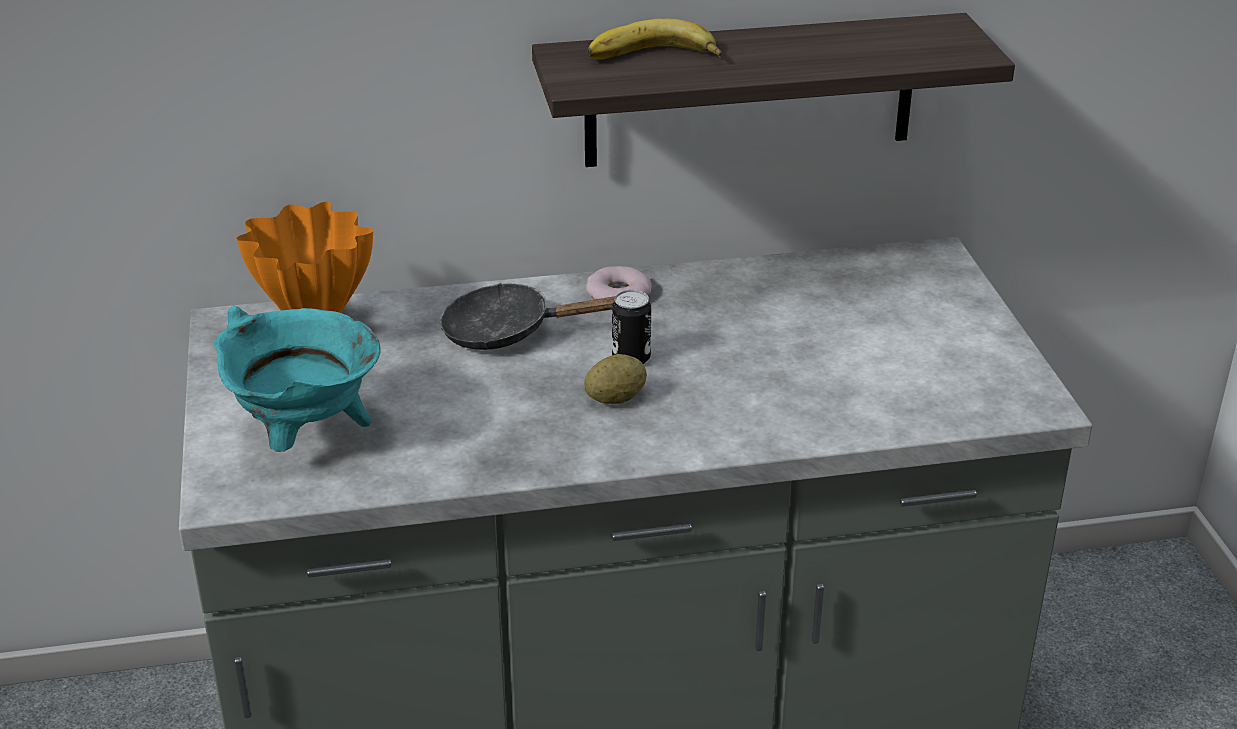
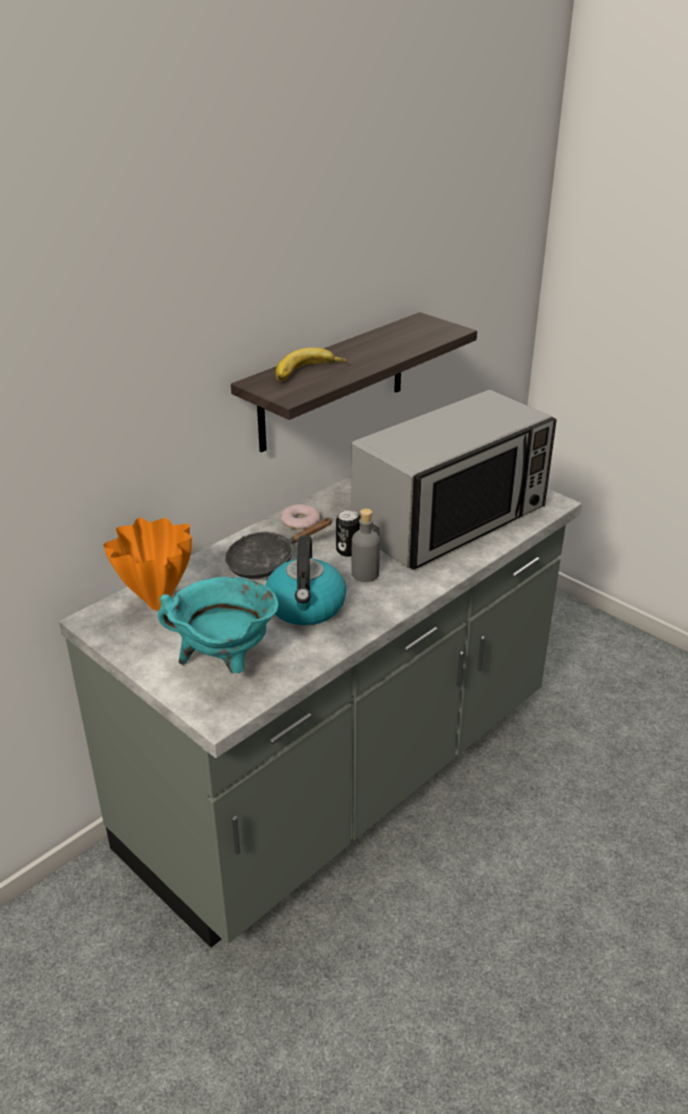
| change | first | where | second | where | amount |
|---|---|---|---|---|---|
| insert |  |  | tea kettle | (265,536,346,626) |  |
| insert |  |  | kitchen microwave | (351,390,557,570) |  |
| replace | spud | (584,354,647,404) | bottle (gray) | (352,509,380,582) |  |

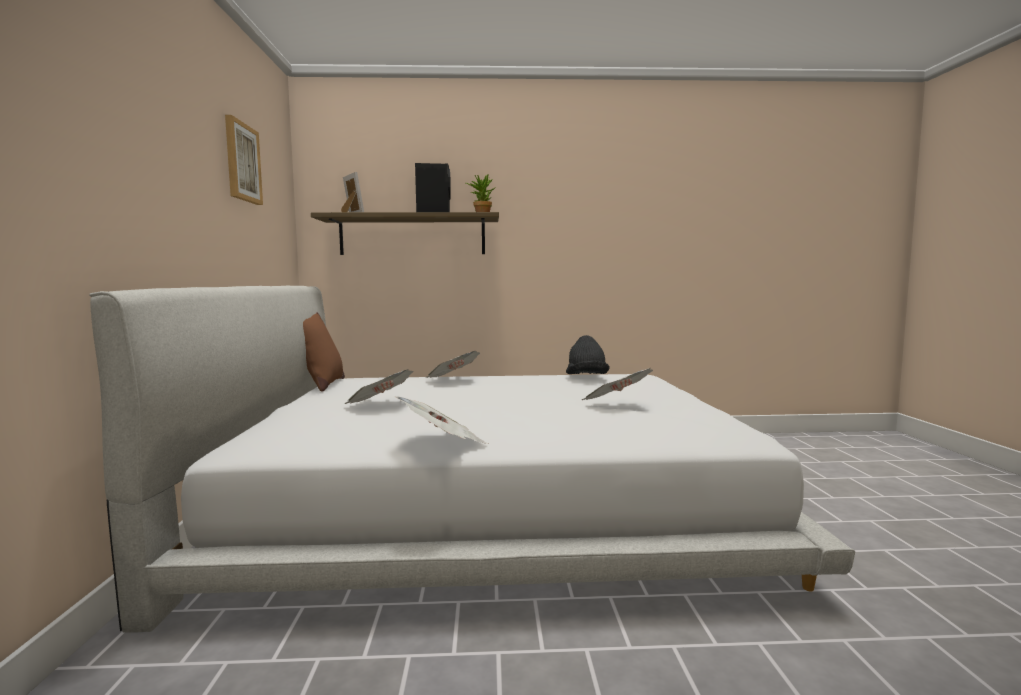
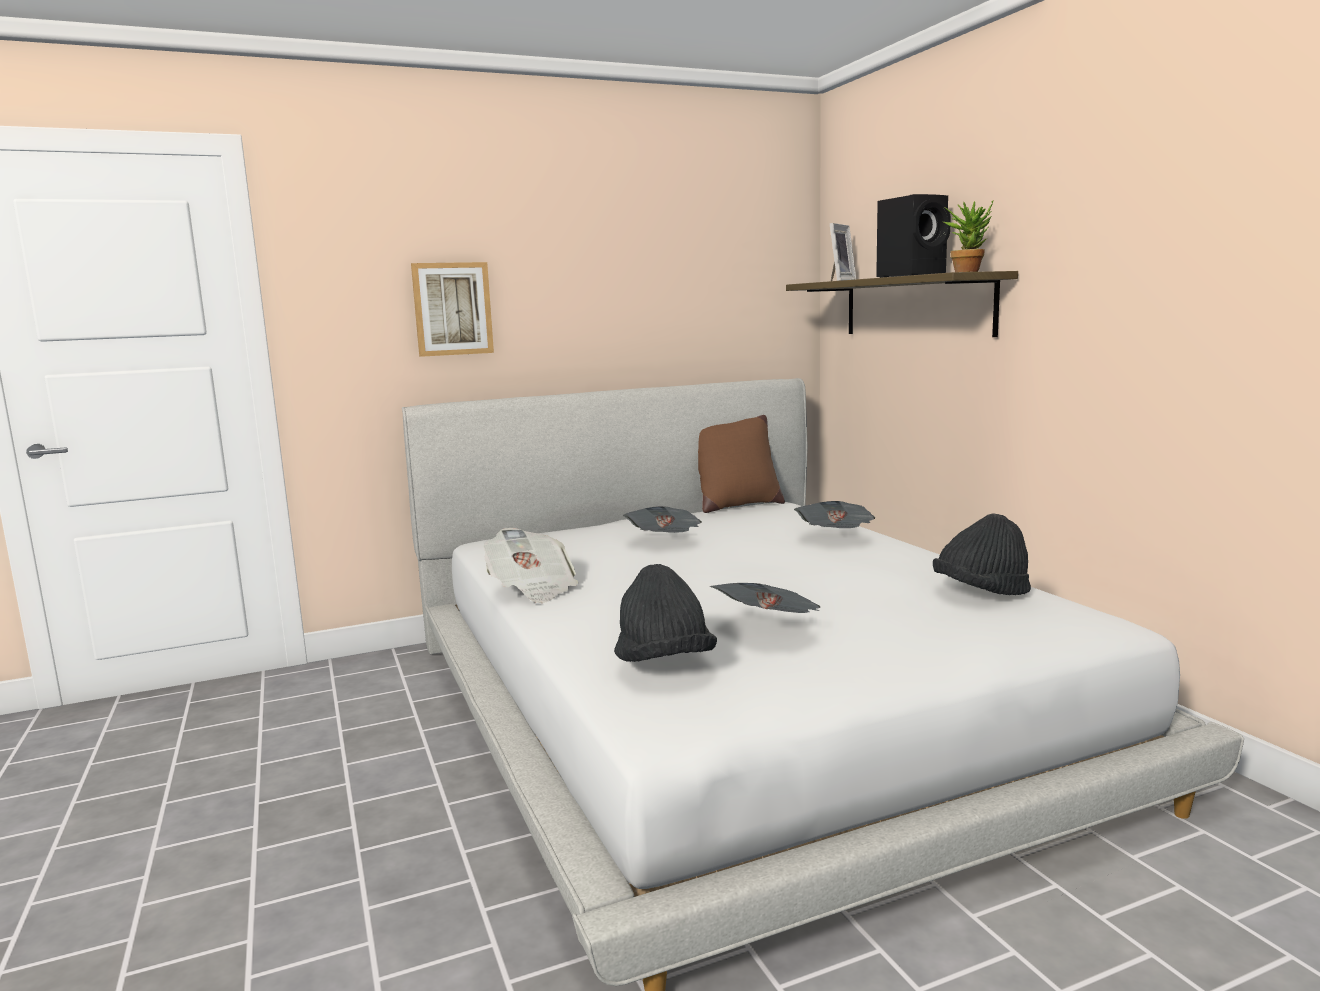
| change | first | where | second | where | amount |
|---|---|---|---|---|---|
| move | wall picture | (225,115,263,205) |  | (411,262,494,357) |  |
| insert |  |  | wearable hat (black) | (614,564,717,662) |  |

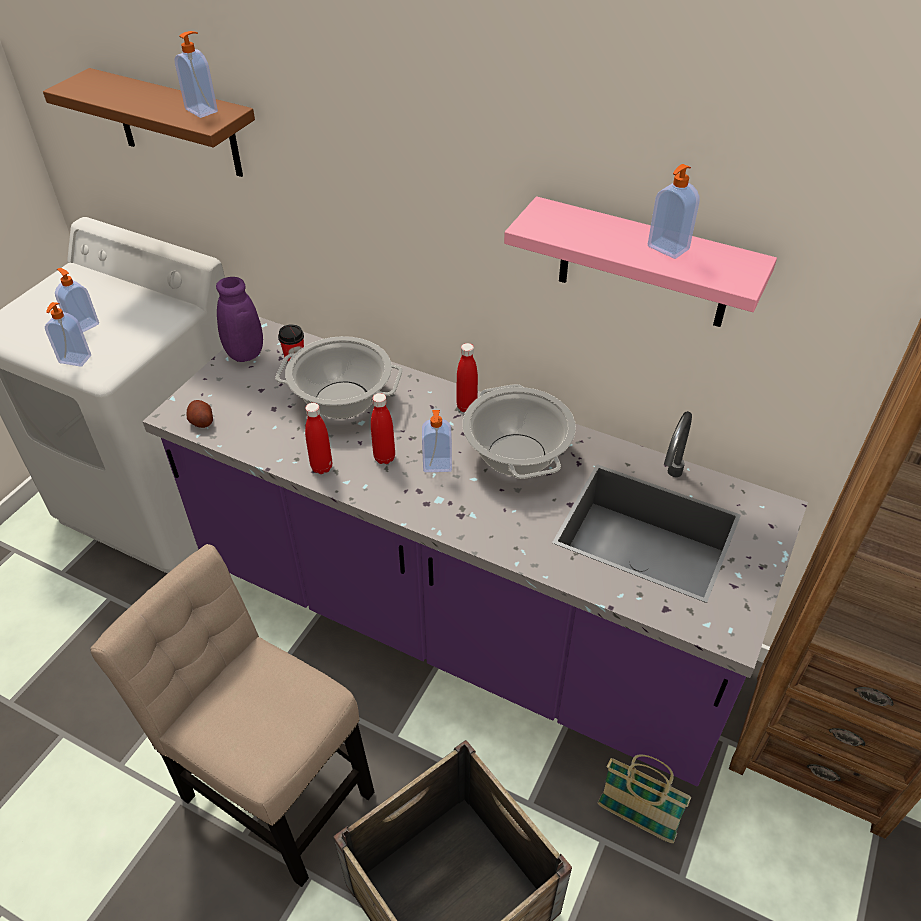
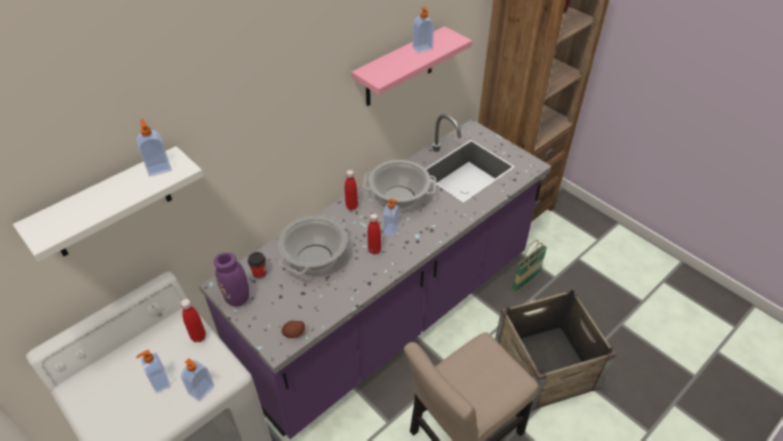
| change | first | where | second | where | amount |
|---|---|---|---|---|---|
| recolor | shelf (brownish) | (43,68,255,177) | shelf (whitish) | (13,146,204,262) |  |
| move | bottle (red-coloured) | (305,403,332,474) |  | (180,299,206,342) |  |

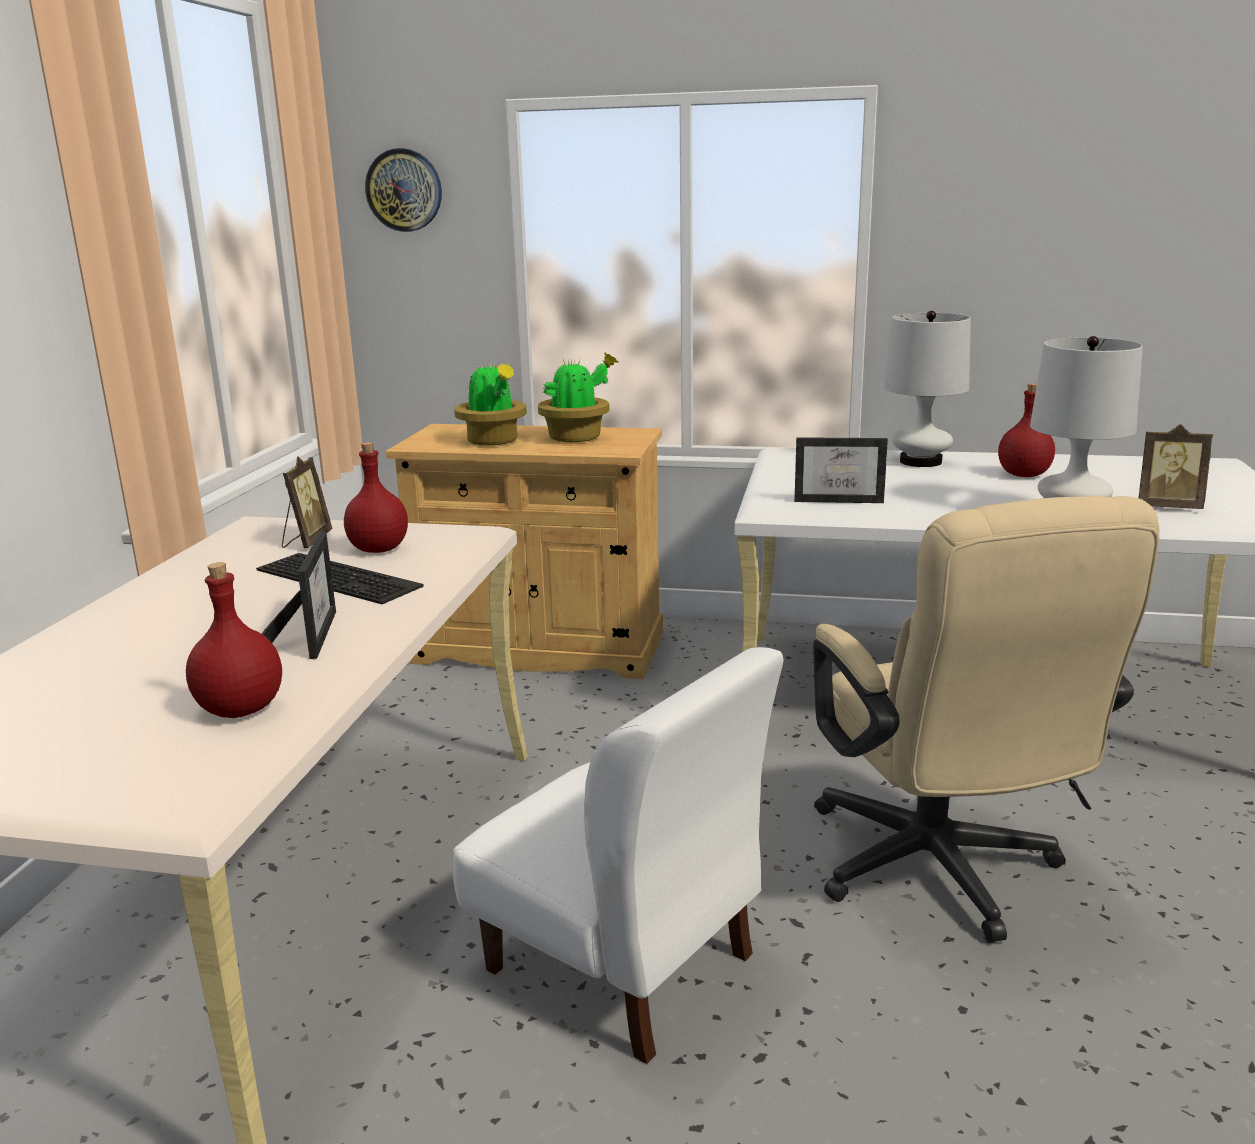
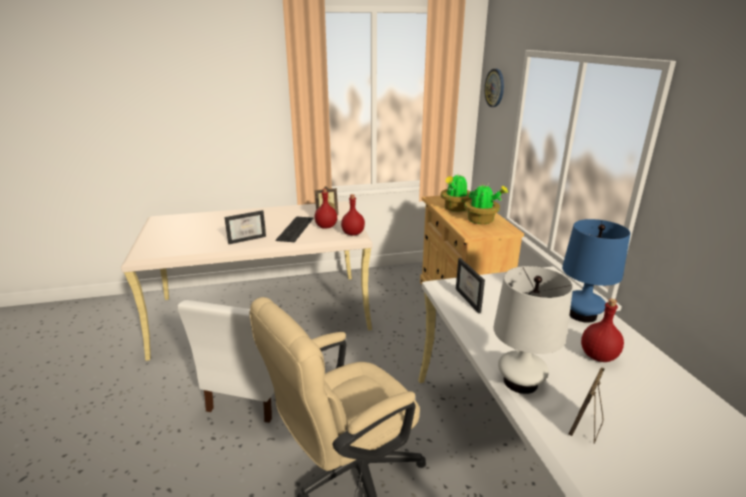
| change | first | where | second | where | amount |
|---|---|---|---|---|---|
| move | bottle (red-coloured) | (186,562,282,718) |  | (341,194,365,236) |  |
| recolor | table lamp (whitish) | (884,311,971,467) | table lamp (bluish) | (562,219,631,323) |  |
| rotate | picture frame | (1139,424,1213,509) |  | (568,367,604,444) | 45 degrees clockwise |

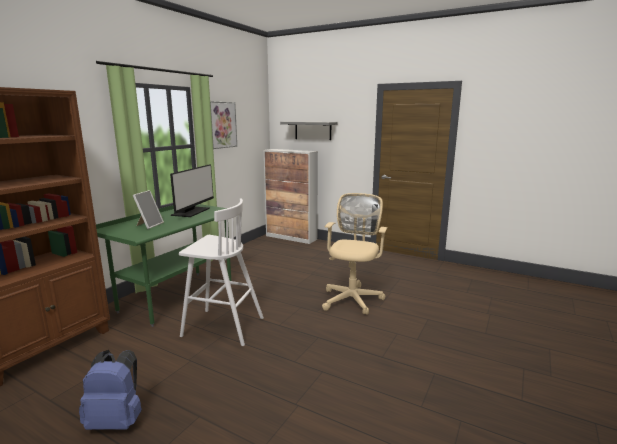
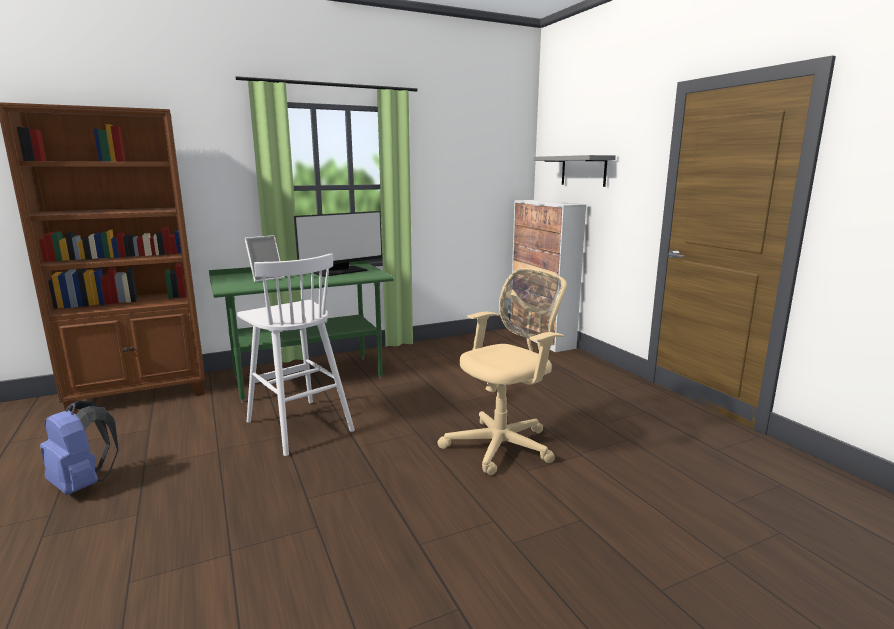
| change | first | where | second | where | amount |
|---|---|---|---|---|---|
| delete | wall picture | (210,101,237,149) |  |  |  |

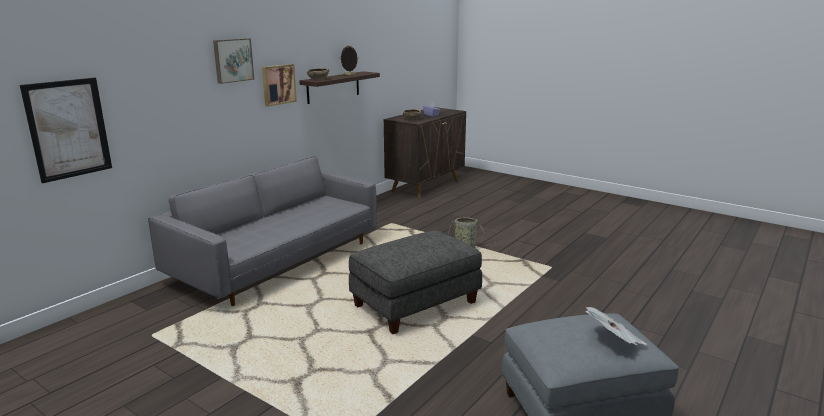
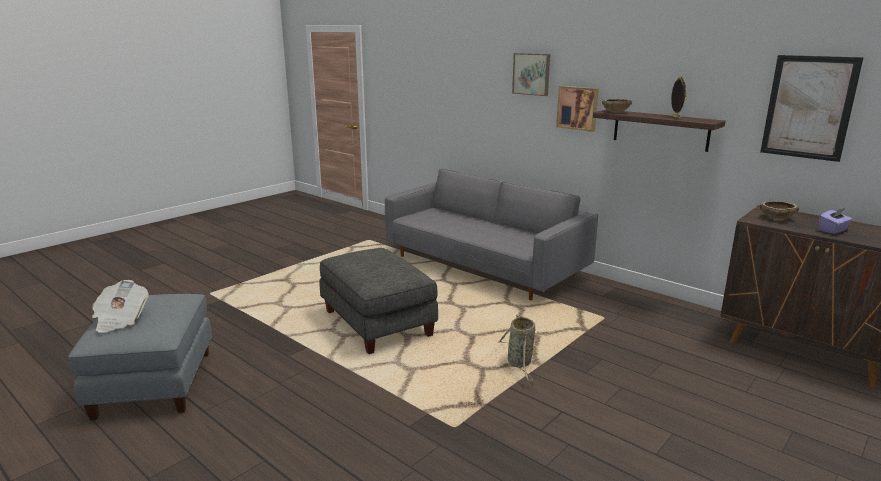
| change | first | where | second | where | amount |
|---|---|---|---|---|---|
| move | wall picture | (20,78,112,183) |  | (760,55,864,162) |  |

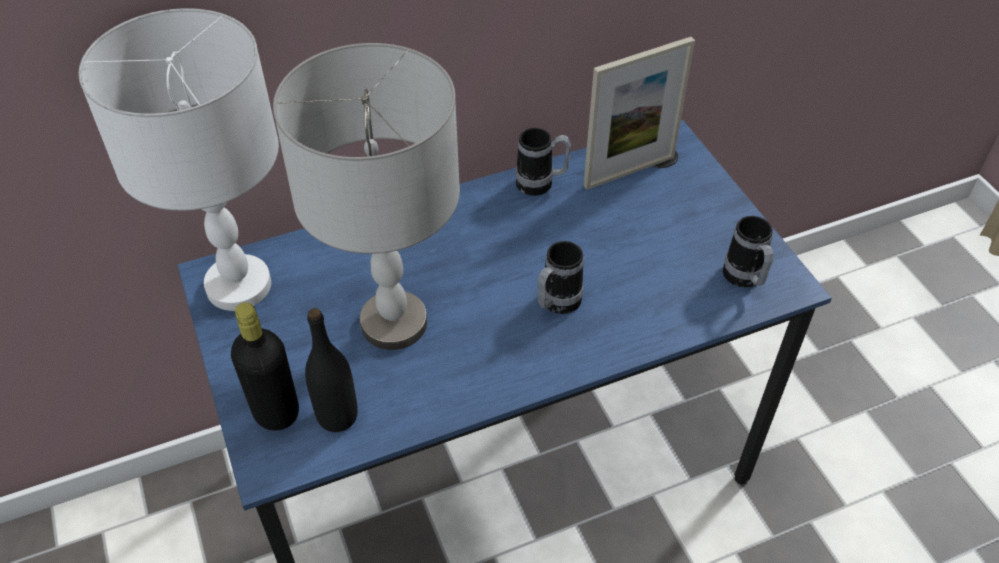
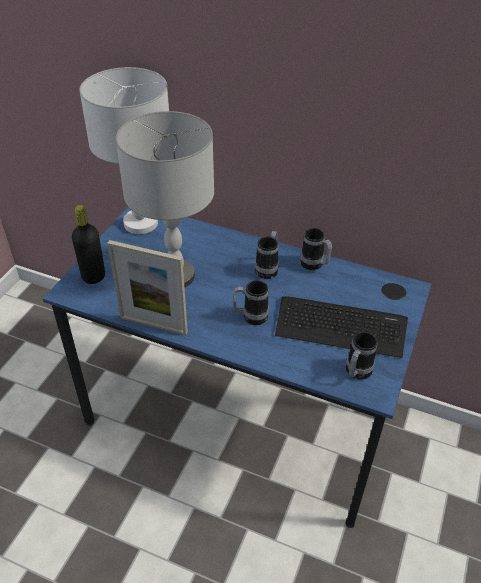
| change | first | where | second | where | amount |
|---|---|---|---|---|---|
| move | picture frame | (583,37,695,190) |  | (107,240,188,335) |  |
| insert |  |  | tea mug | (255,231,279,279) |  |
| insert |  |  | PC keyboard | (275,296,408,358) |  |
| delete | bottle (black) | (305,308,358,432) |  |  |  |

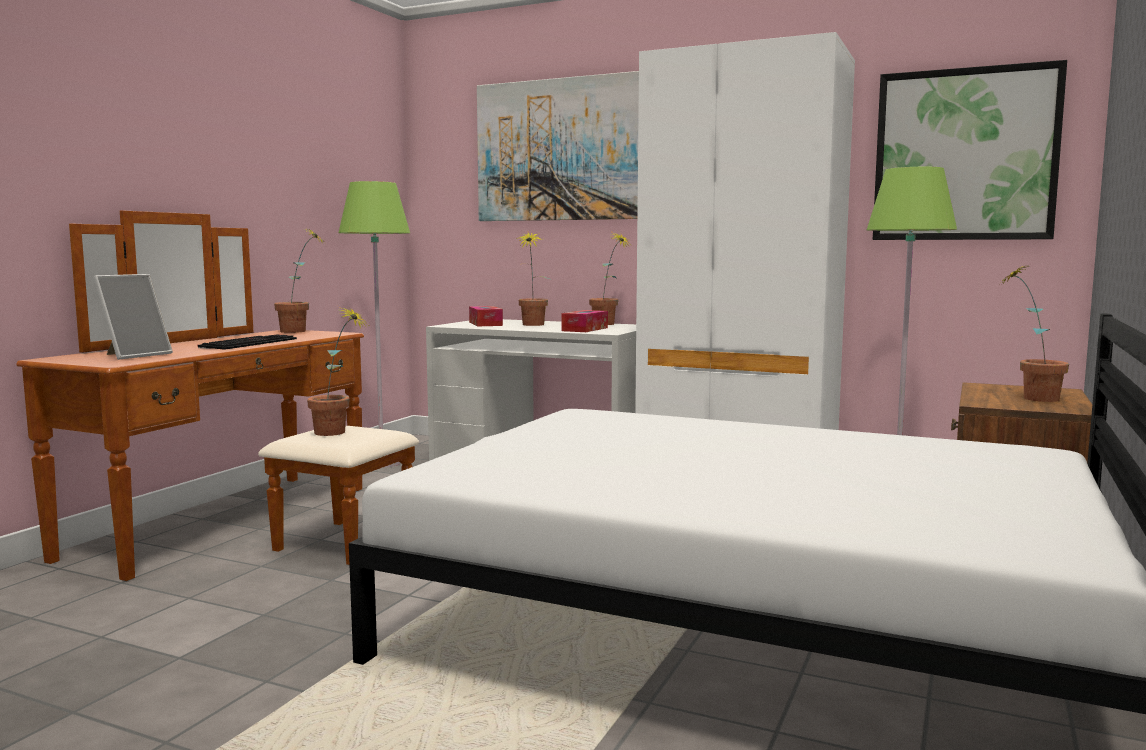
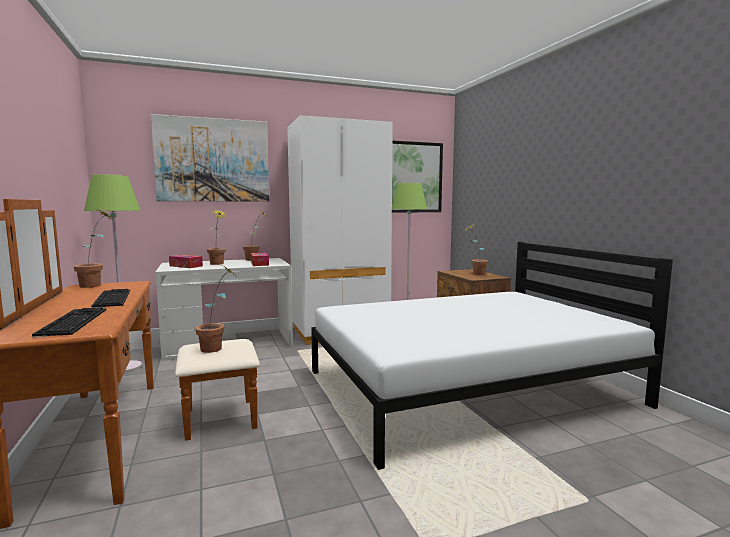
| change | first | where | second | where | amount |
|---|---|---|---|---|---|
| replace | picture frame | (93,274,173,360) | PC keyboard | (32,308,106,337) |  |

